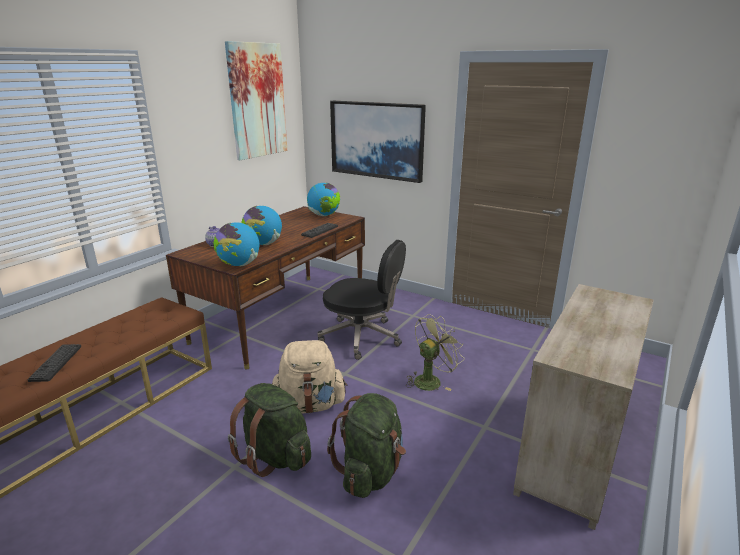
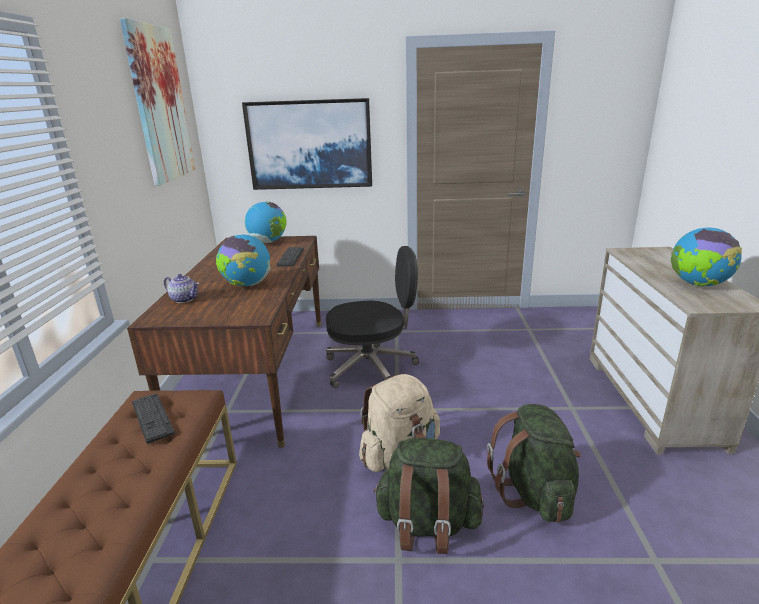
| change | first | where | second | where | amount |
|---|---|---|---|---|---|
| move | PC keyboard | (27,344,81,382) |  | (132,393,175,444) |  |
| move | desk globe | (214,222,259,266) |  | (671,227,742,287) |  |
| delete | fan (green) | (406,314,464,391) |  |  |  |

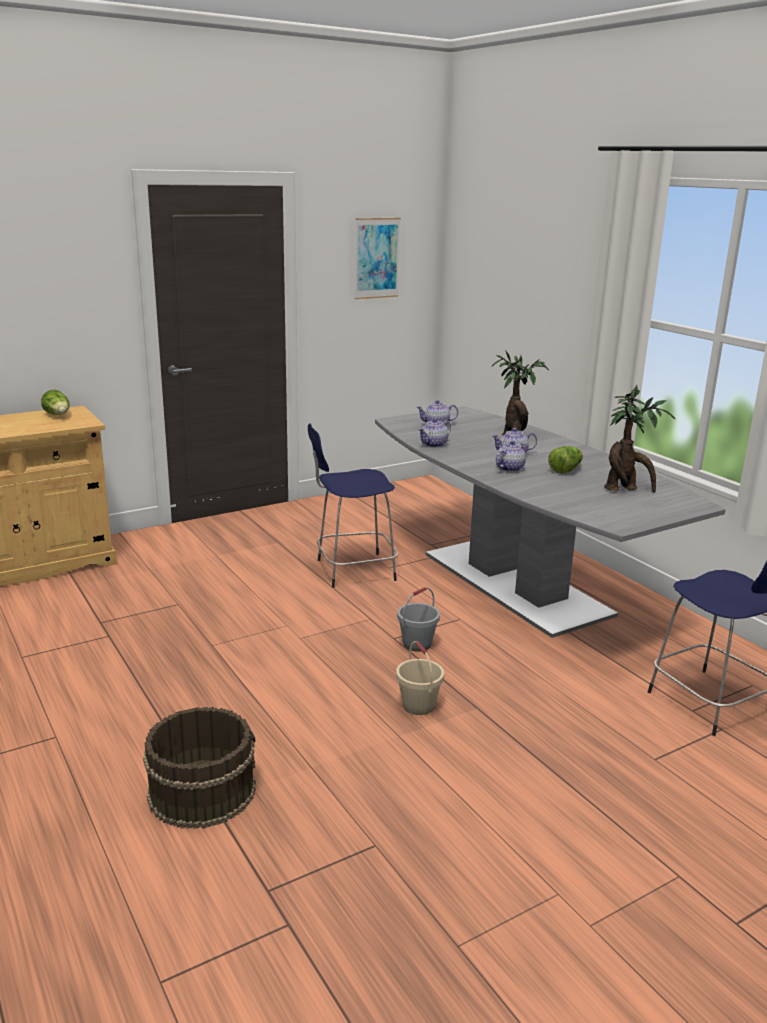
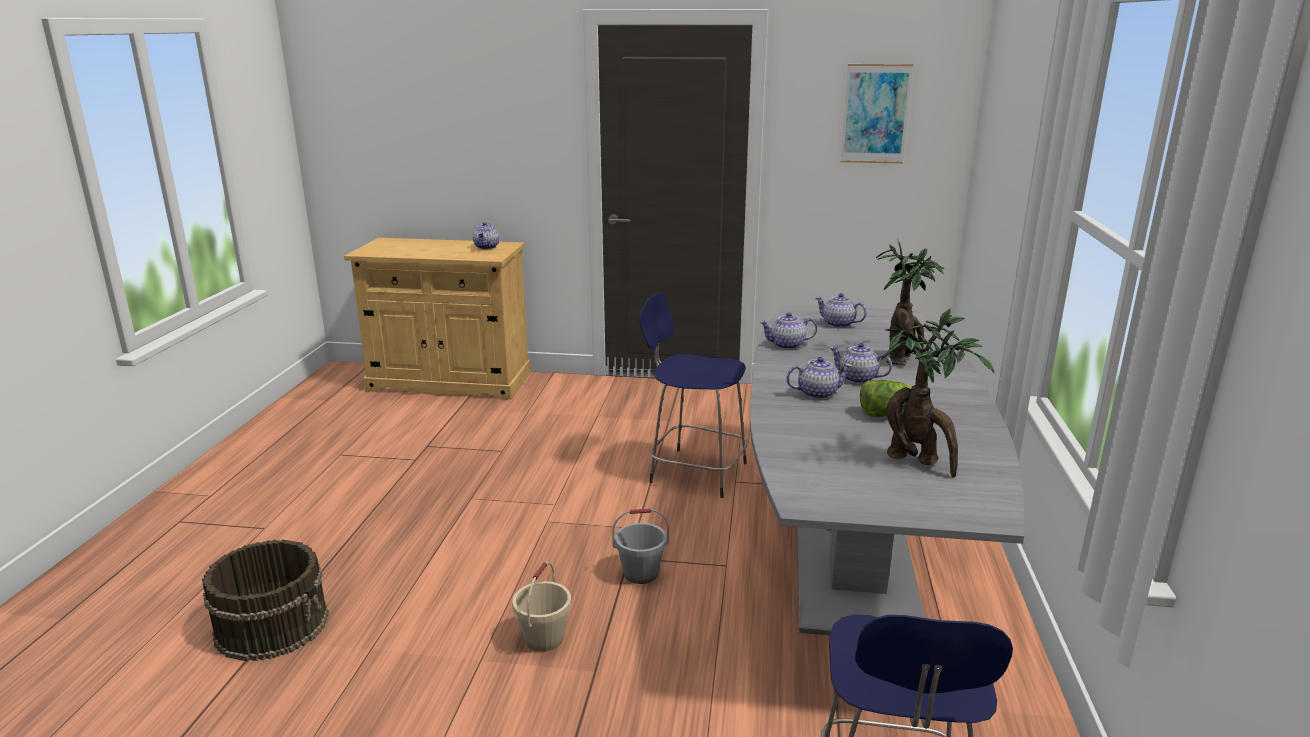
| change | first | where | second | where | amount |
|---|---|---|---|---|---|
| replace | head of lettuce | (41,390,70,415) | tea pot | (473,222,499,249) |  |

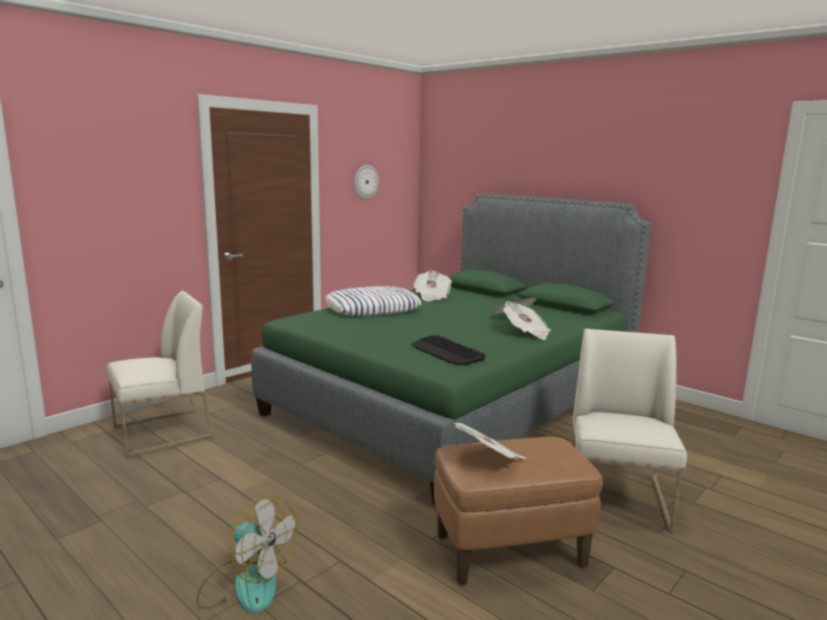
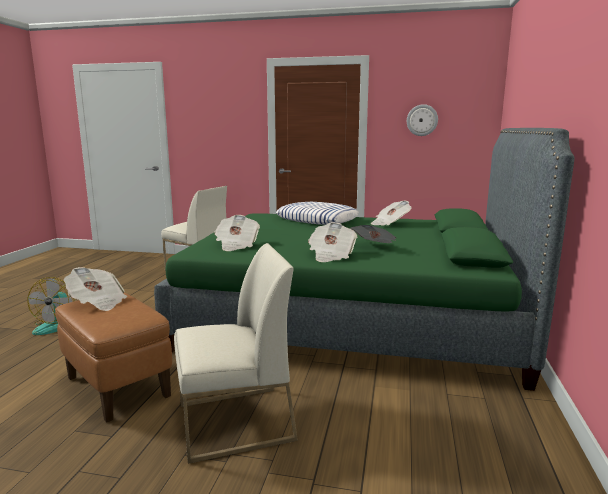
| change | first | where | second | where | amount |
|---|---|---|---|---|---|
| replace | PC keyboard | (411,335,486,365) | newspaper | (214,215,260,251) |  |

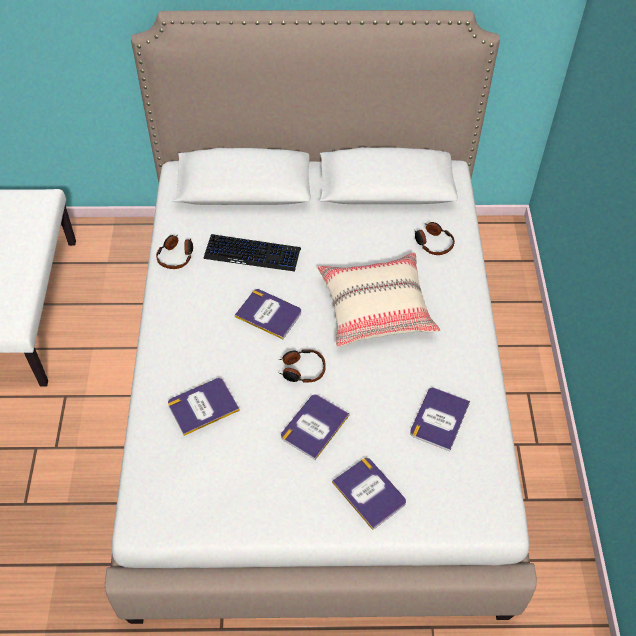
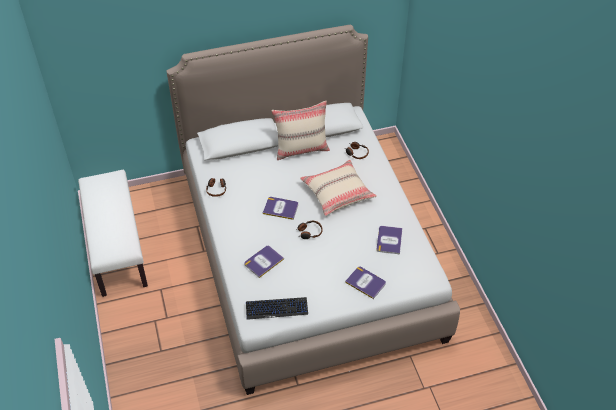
| change | first | where | second | where | amount |
|---|---|---|---|---|---|
| move | PC keyboard | (204,234,301,272) |  | (246,297,308,320) |  |
| insert |  |  | cushion (beige) | (271,101,330,160) |  |
| delete | bound book | (281,394,350,460) |  |  |  |

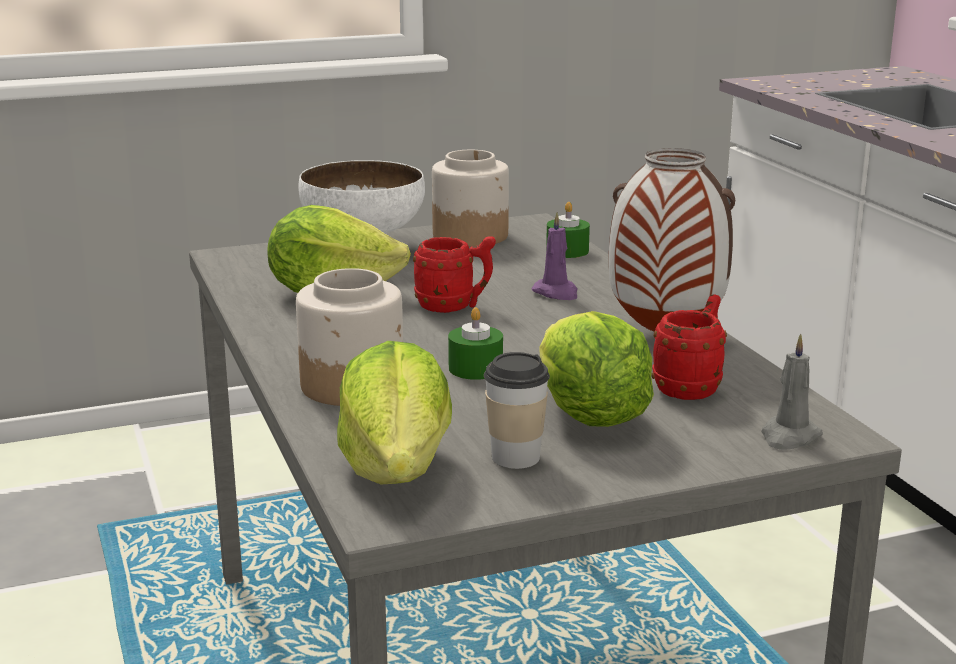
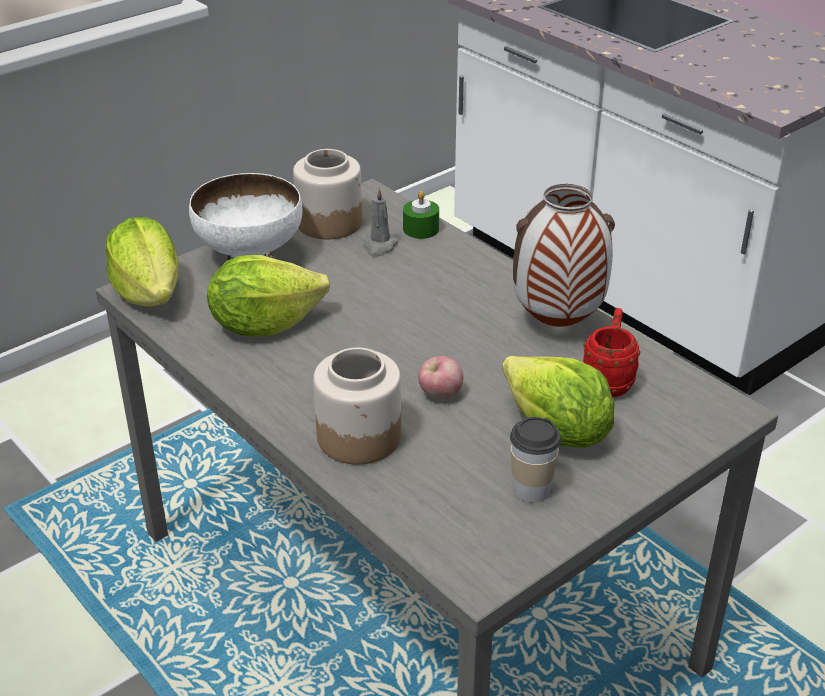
| change | first | where | second | where | amount |
|---|---|---|---|---|---|
| move | head of lettuce | (337,341,452,484) |  | (105,217,179,307) |  |
| move | candle (gray) | (761,333,823,450) |  | (363,187,399,257) |  |
| replace | candle (green) | (448,307,503,380) | whole apple | (419,356,463,399) |  |
| delete | tea mug (red-coloured) | (413,236,496,313) |  |  |  |
| delete | candle (purple-coloured) | (531,212,578,300) |  |  |  |

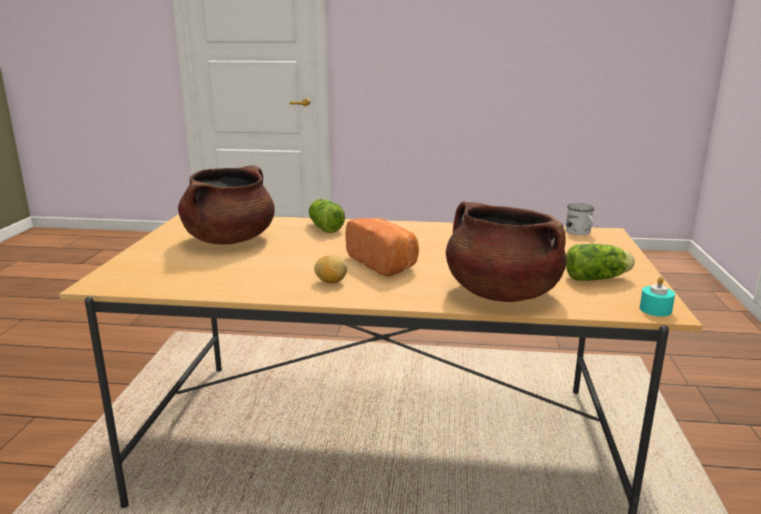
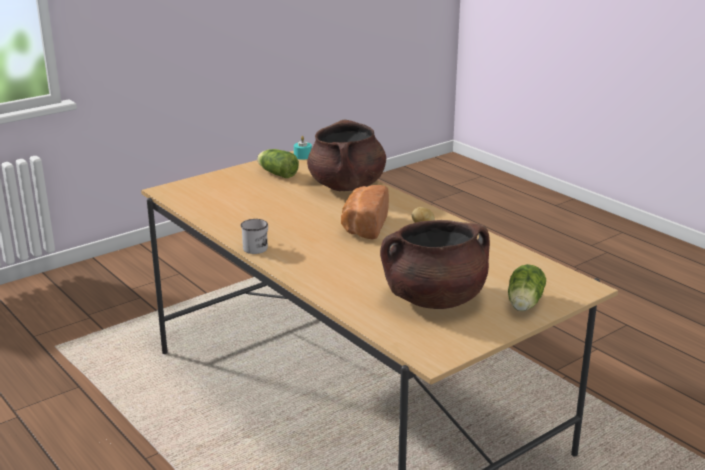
| change | first | where | second | where | amount |
|---|---|---|---|---|---|
| move | tea mug (whitish) | (566,203,595,235) |  | (240,219,268,254) |  |
| move | head of lettuce | (309,199,345,233) |  | (508,264,546,311) |  |

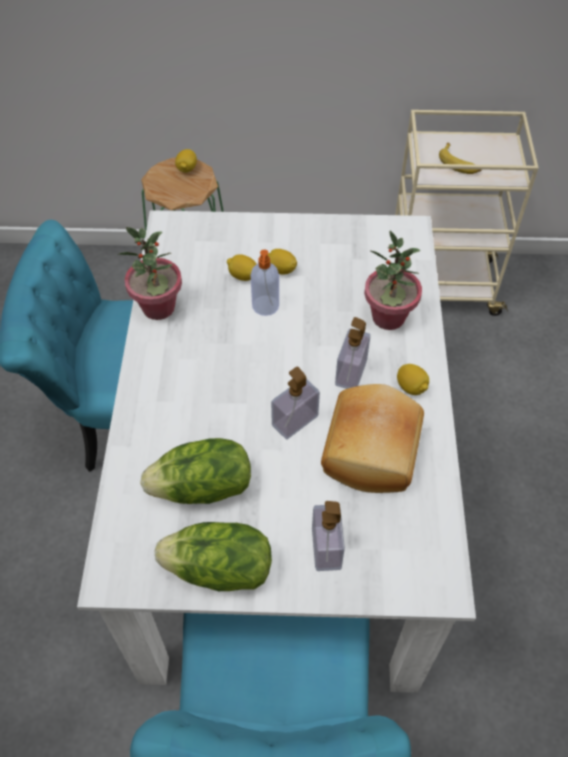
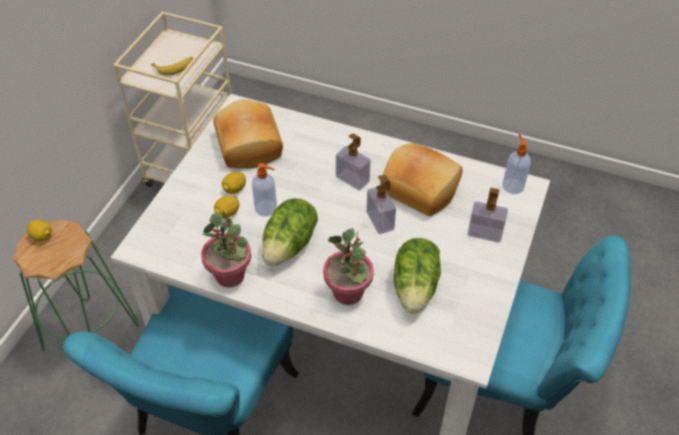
| change | first | where | second | where | amount |
|---|---|---|---|---|---|
| insert |  |  | bakery bread | (213,99,283,169) |  |
| move | head of lettuce | (155,522,272,591) |  | (262,198,318,267) |  |
| move | houseplant | (364,231,422,330) |  | (323,228,374,305) |  |
| insert |  |  | soap bottle | (502,134,531,194) |  |
| delete | whole lemon | (397,364,429,395) |  |  |  |

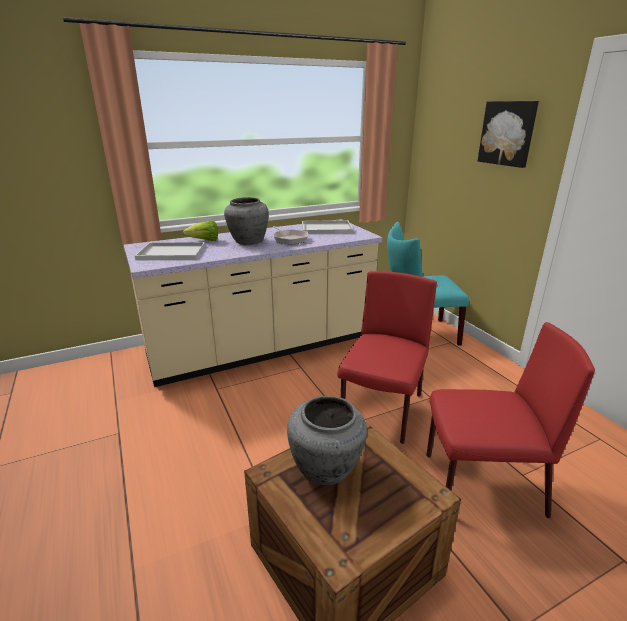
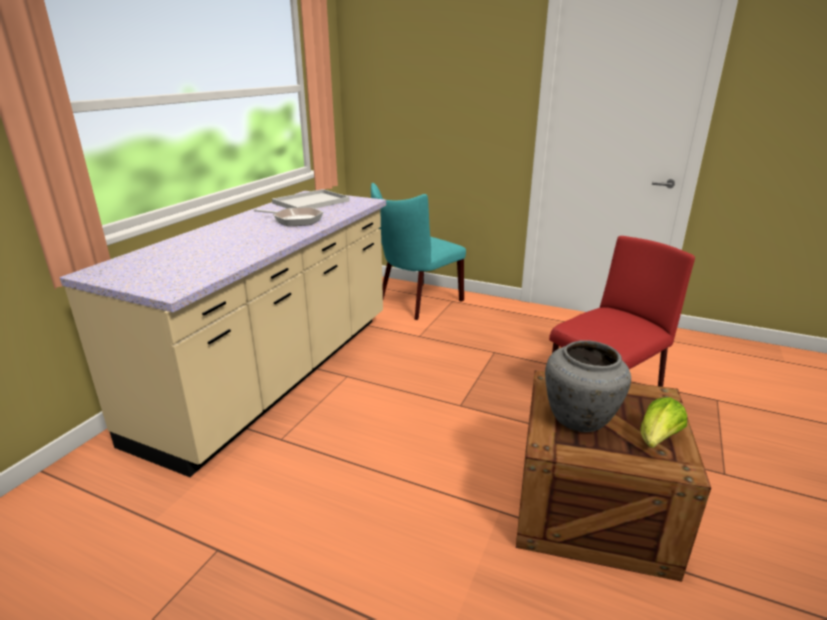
| change | first | where | second | where | amount |
|---|---|---|---|---|---|
| move | head of lettuce | (183,220,218,241) |  | (640,397,687,448) |  |
| delete | carrying tray (whitish) | (135,242,205,260) |  |  |  |
| delete | decorative vase (gray) | (224,197,269,245) |  |  |  |
| delete | plain chair (red-coloured) | (338,271,437,444) |  |  |  |
| delete | wall picture | (478,101,539,168) |  |  |  |

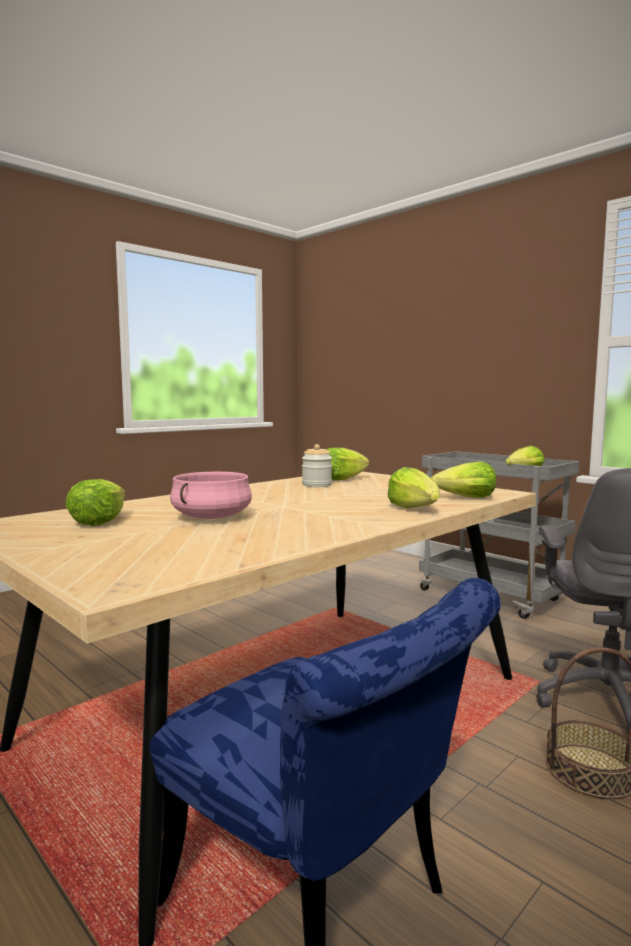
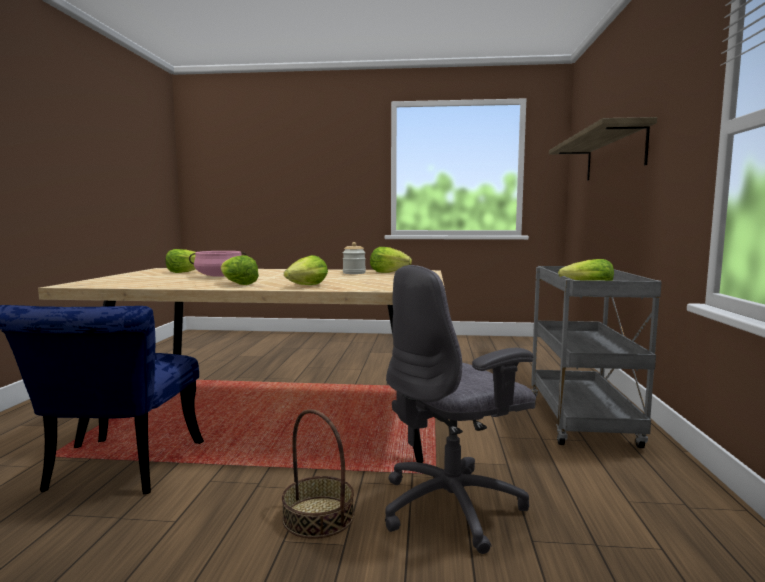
| change | first | where | second | where | amount |
|---|---|---|---|---|---|
| move | head of lettuce | (431,461,496,498) |  | (221,255,259,285) |  |
| insert |  |  | shelf | (549,117,657,180) |  |

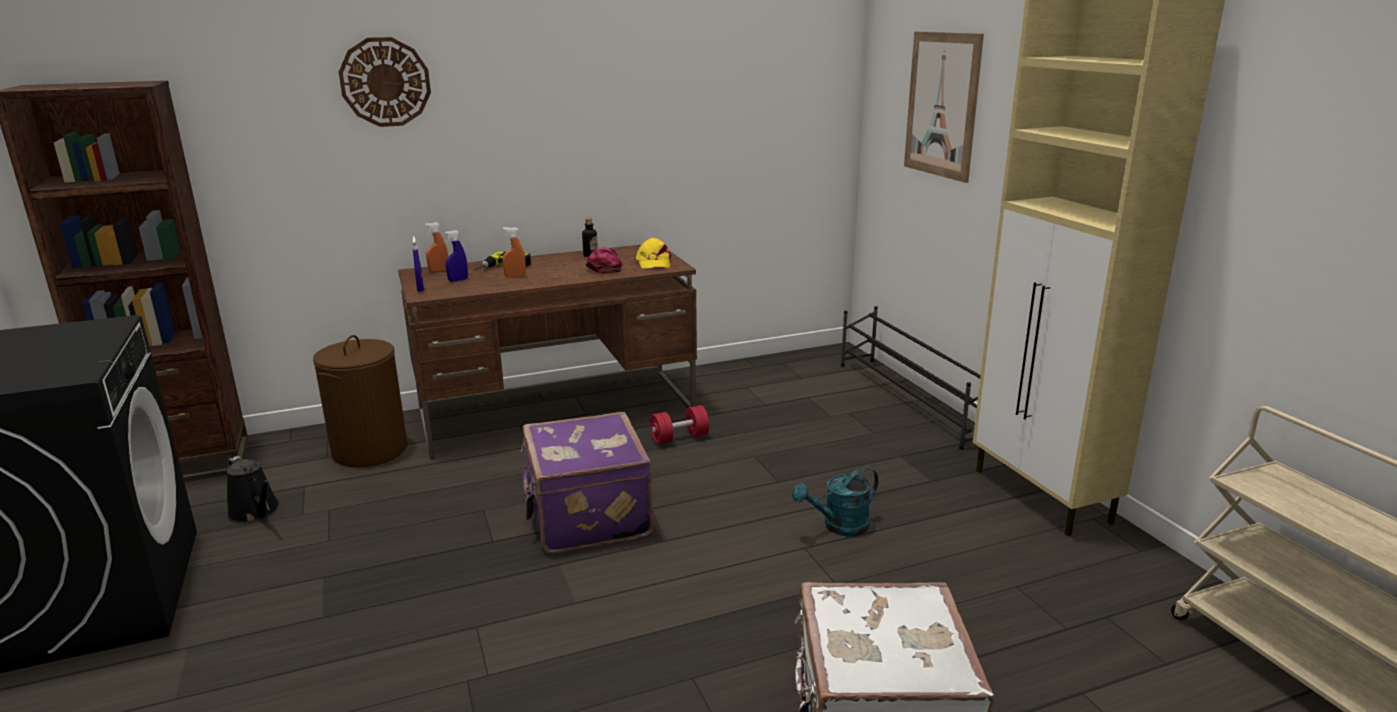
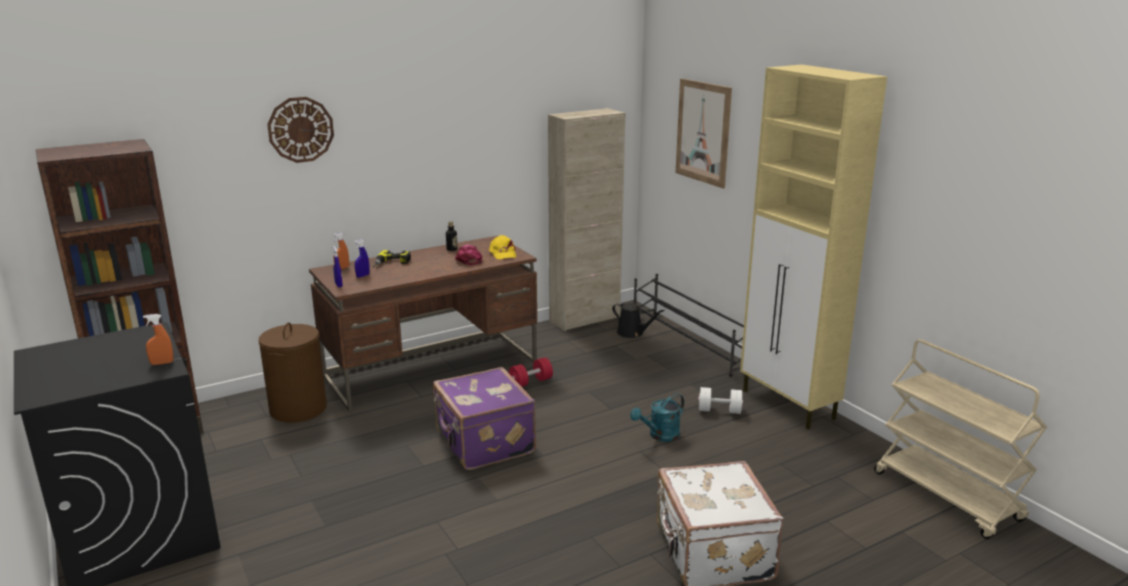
| change | first | where | second | where | amount |
|---|---|---|---|---|---|
| move | sprayer (orange) | (502,227,526,277) |  | (143,314,173,365) |  |
| insert |  |  | storage cabinet (beige) | (548,108,625,331) |  |
| move | watering can (black) | (226,456,279,523) |  | (612,303,665,338) |  |
| insert |  |  | free weight (whitish) | (698,387,743,414) |  |

